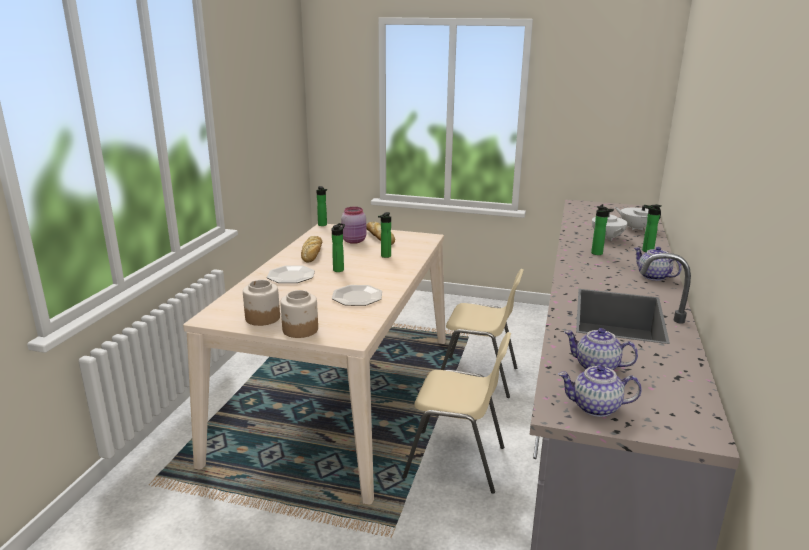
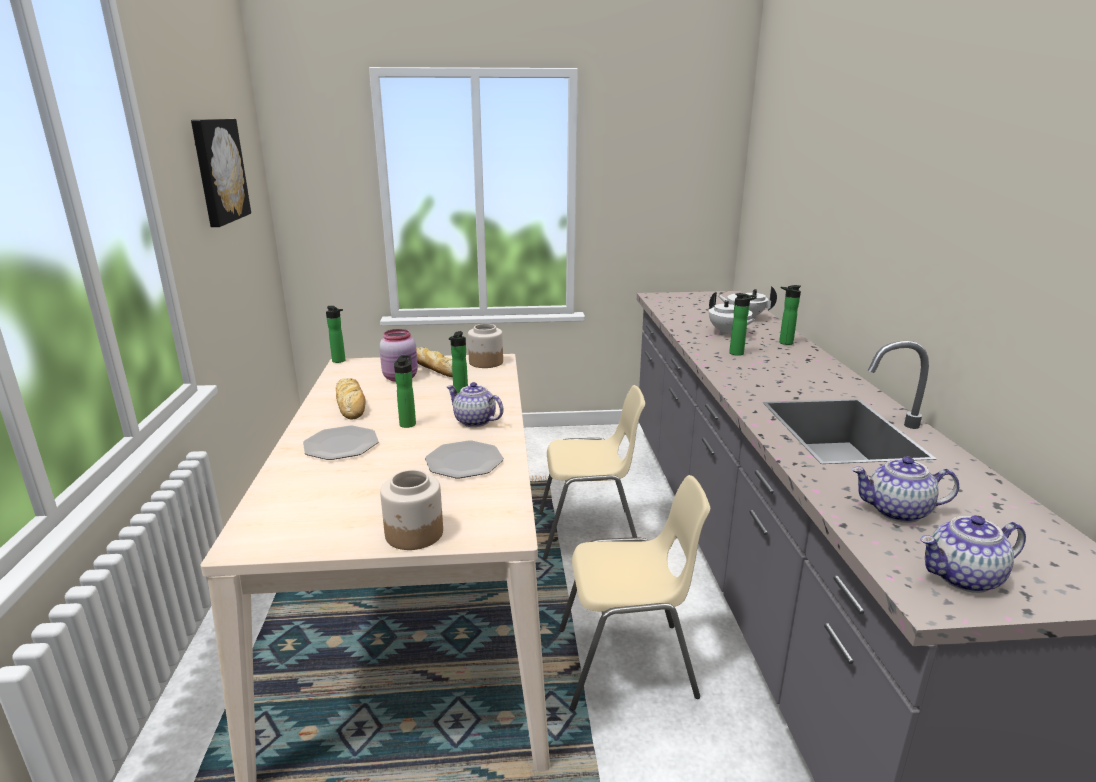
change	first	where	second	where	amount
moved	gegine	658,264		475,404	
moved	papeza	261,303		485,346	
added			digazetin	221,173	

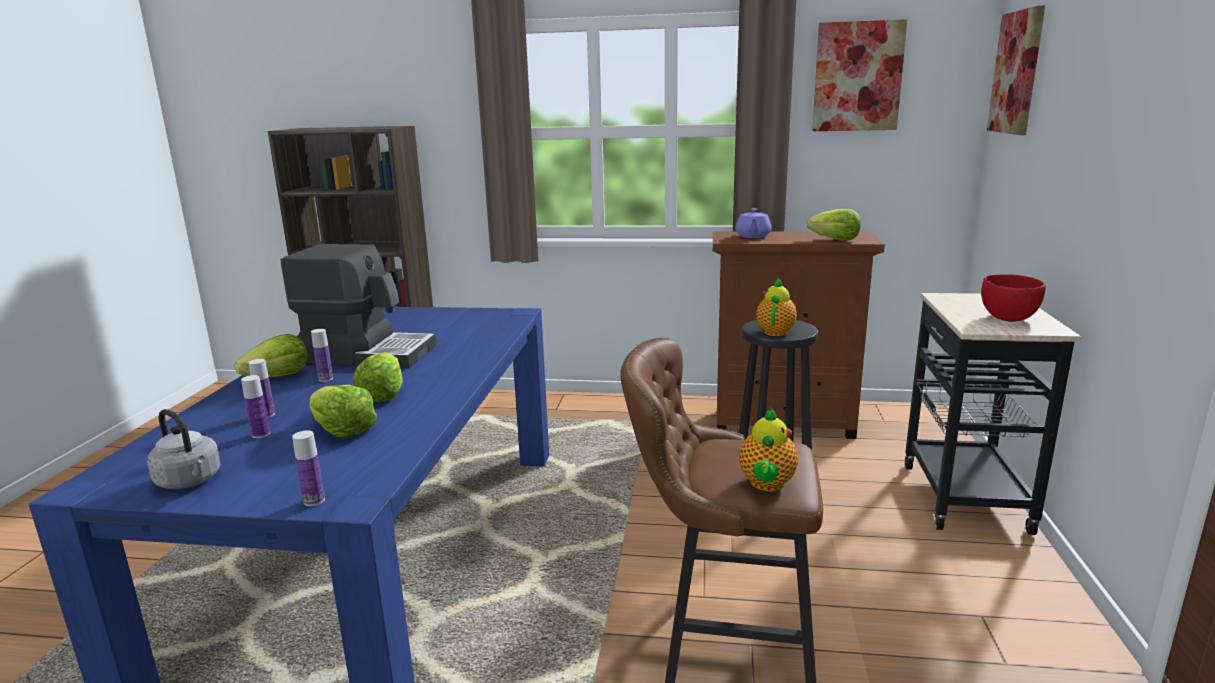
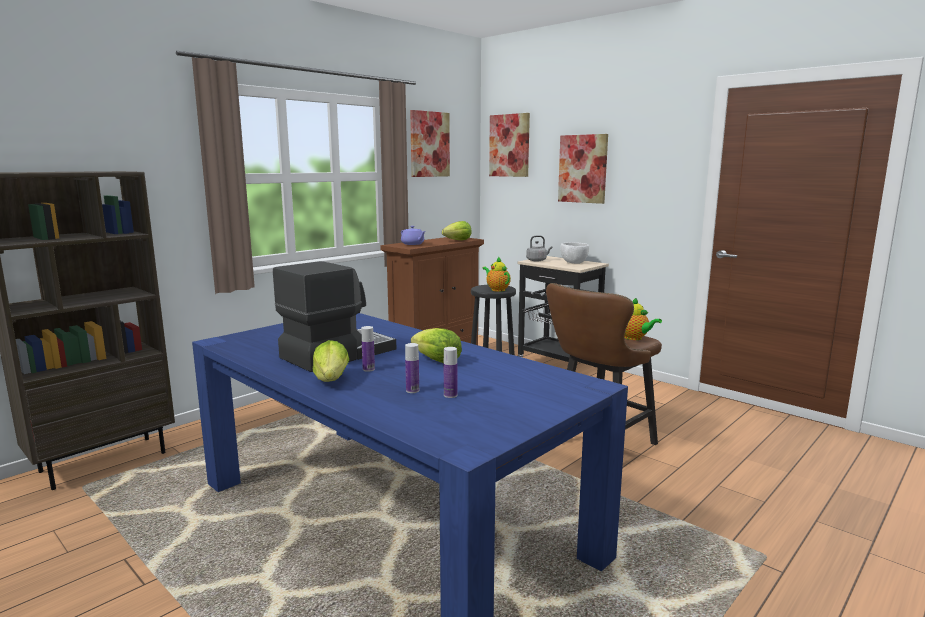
change	first	where	second	where	amount
recoloured	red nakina	1013,298	white nakina	574,253	
removed	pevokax	343,411			
moved	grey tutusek	184,449		539,248	
removed	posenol	308,468			
added			digazetin	583,169	

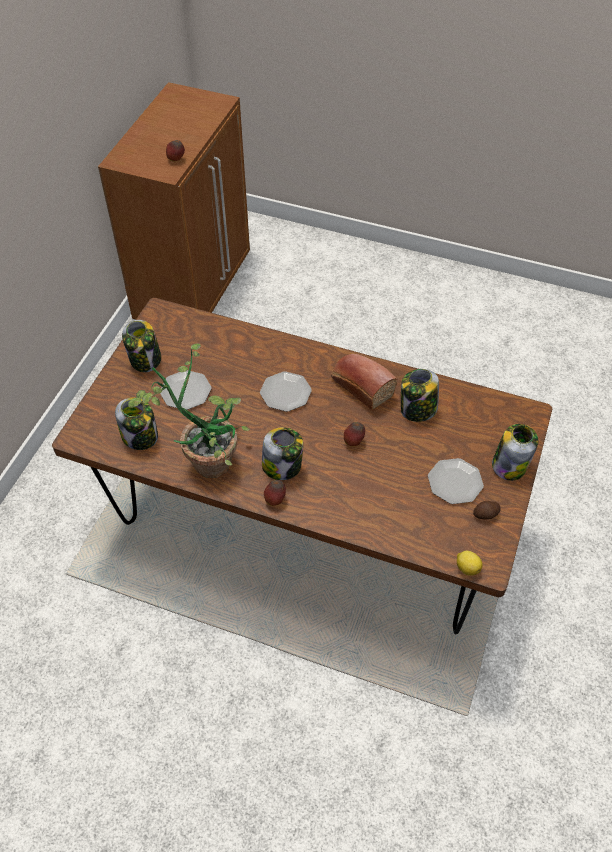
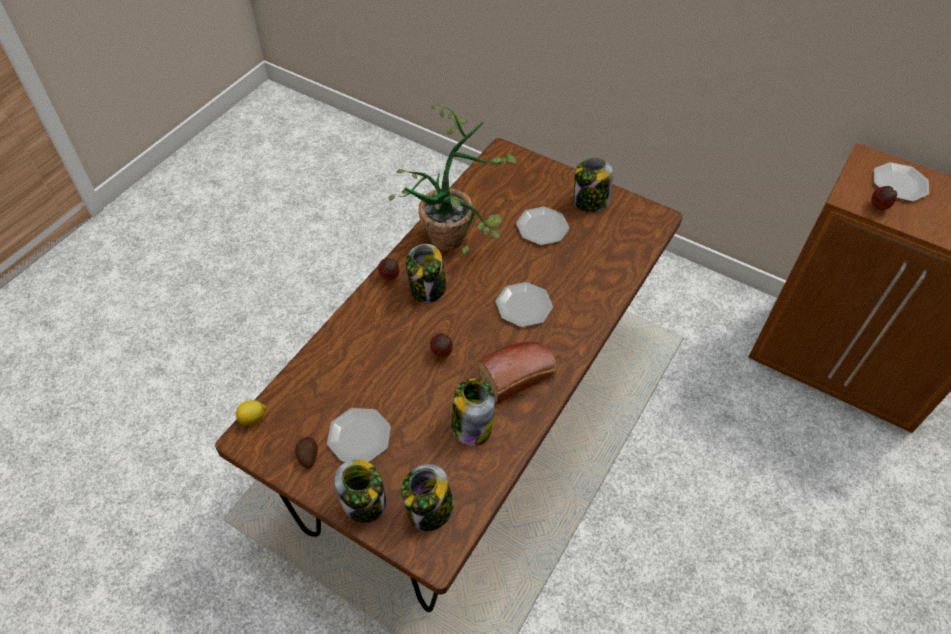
change	first	where	second	where	amount
moved	papeza	136,424		427,497	
added			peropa	901,182	

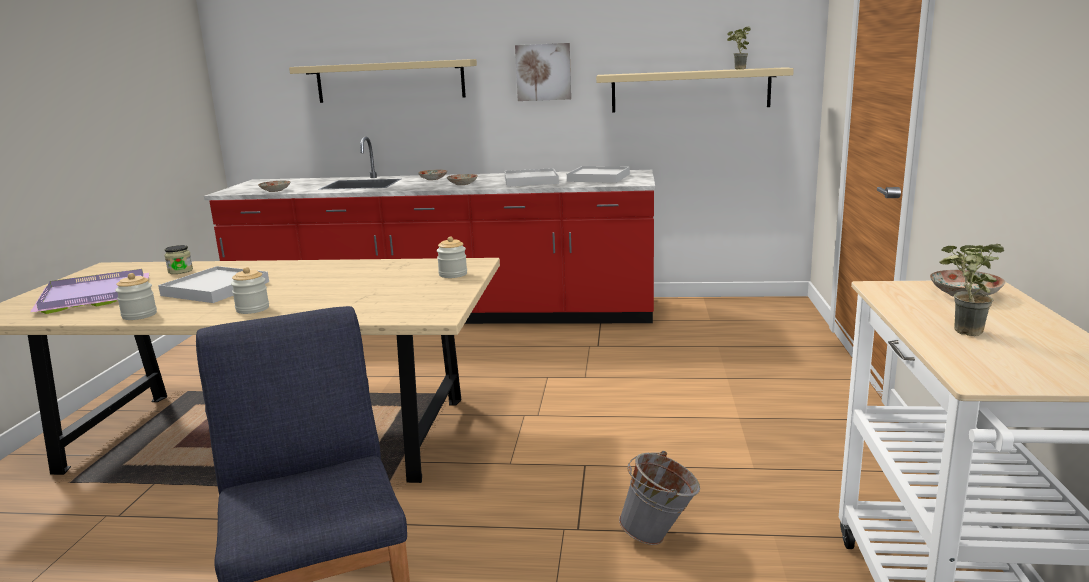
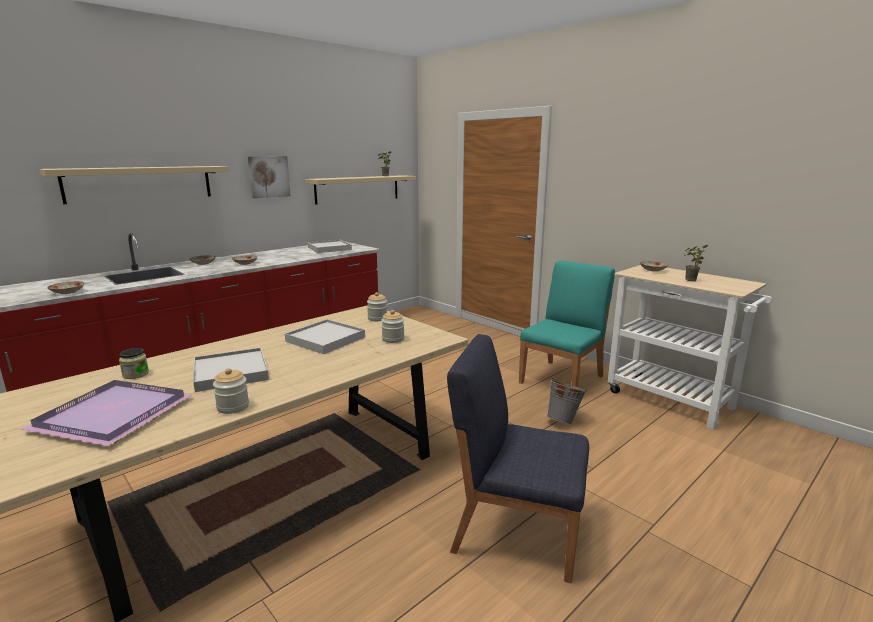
change	first	where	second	where	amount
moved	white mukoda	532,177		325,336	
moved	papeza	250,290		393,326	
added			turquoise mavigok	567,324	

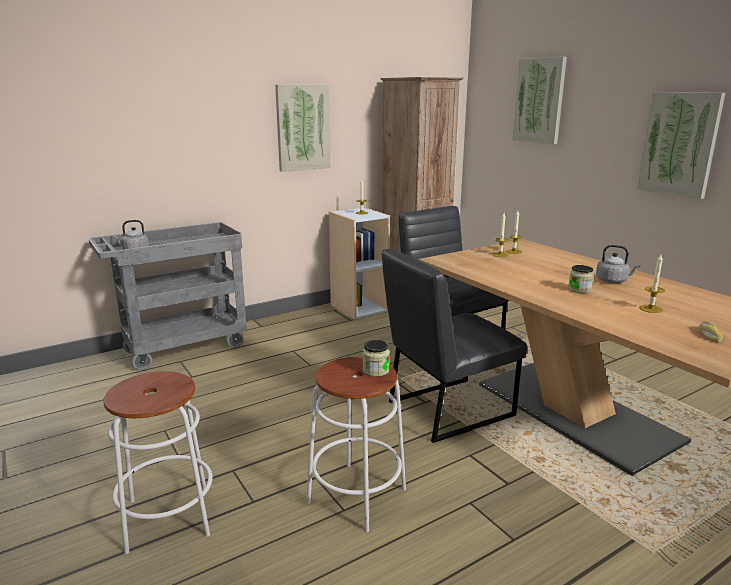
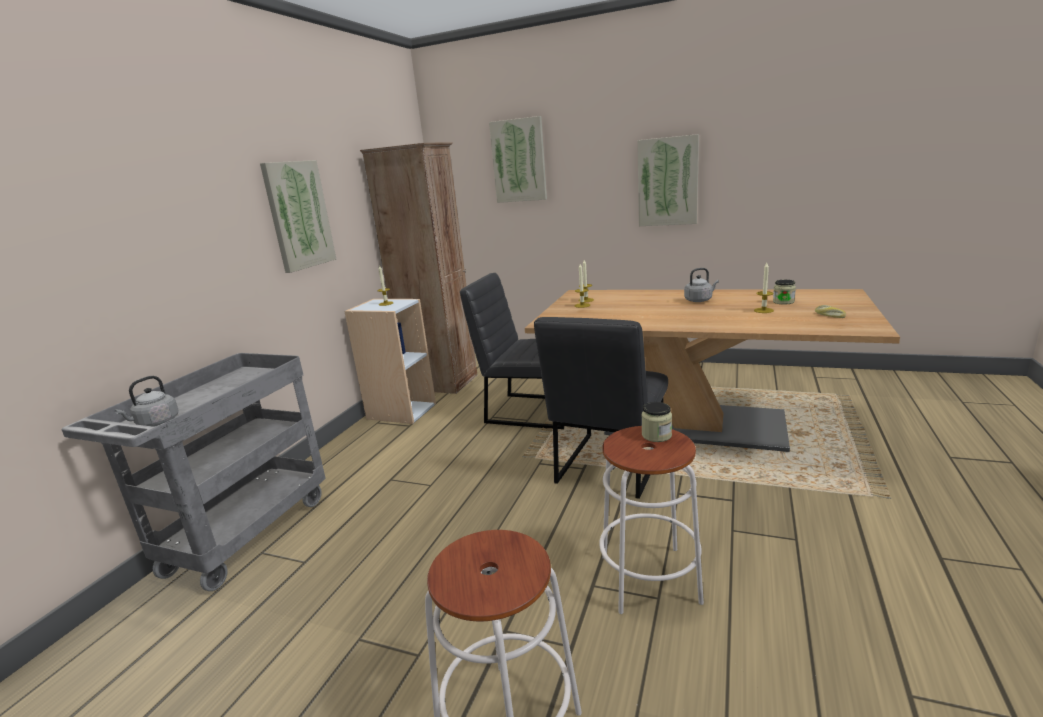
change	first	where	second	where	amount
moved	papeza	581,279		784,292	

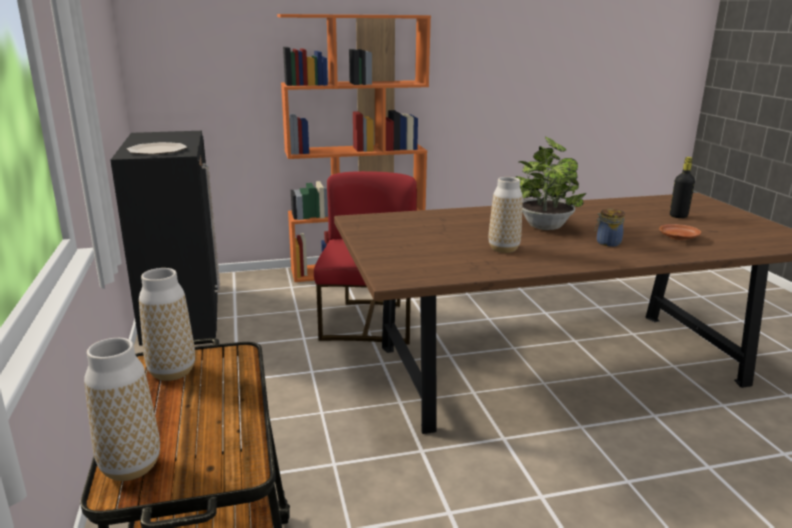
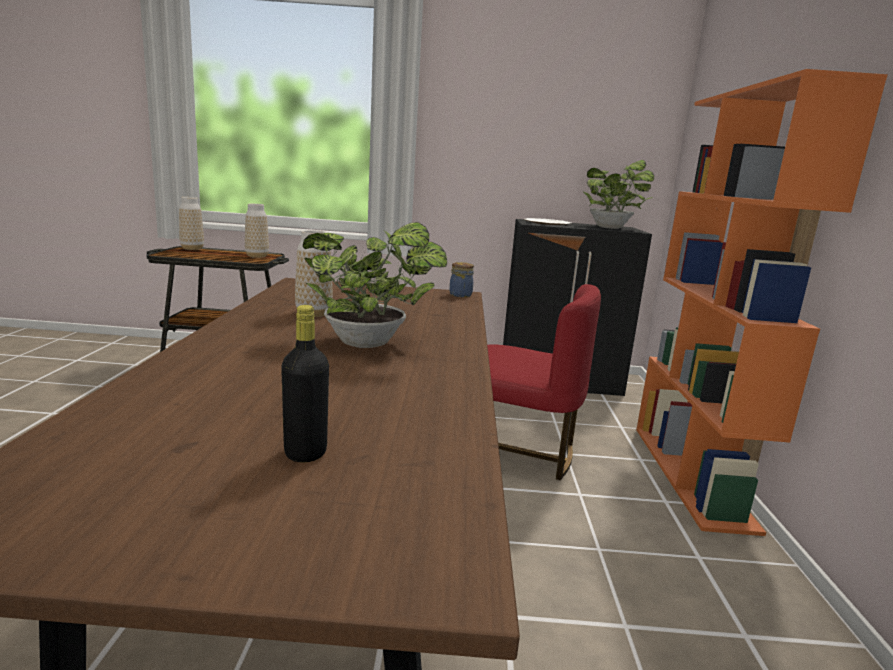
change	first	where	second	where	amount
moved	papeza	610,228		461,279	
removed	brown peropa	680,232			
added			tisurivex	619,194	

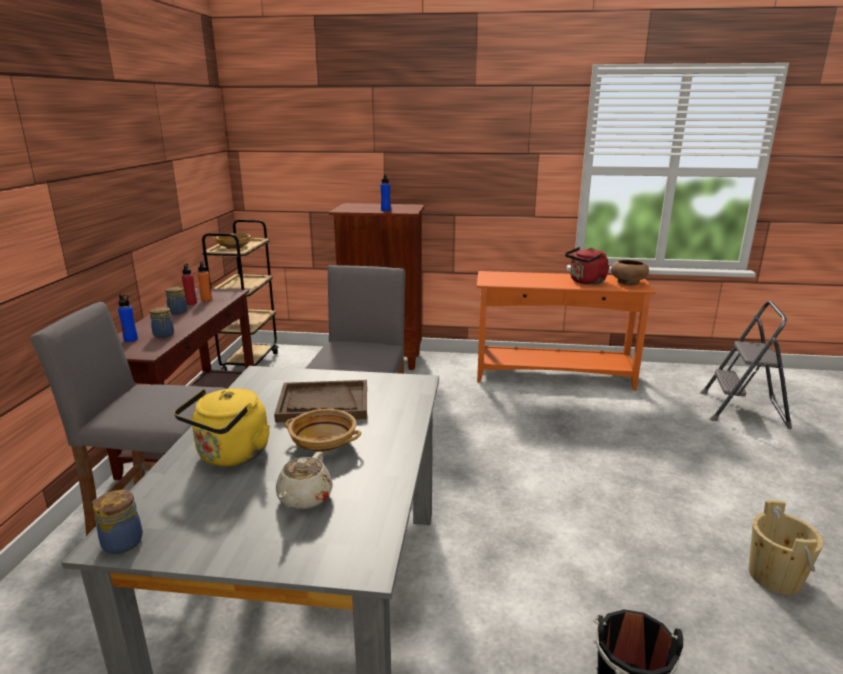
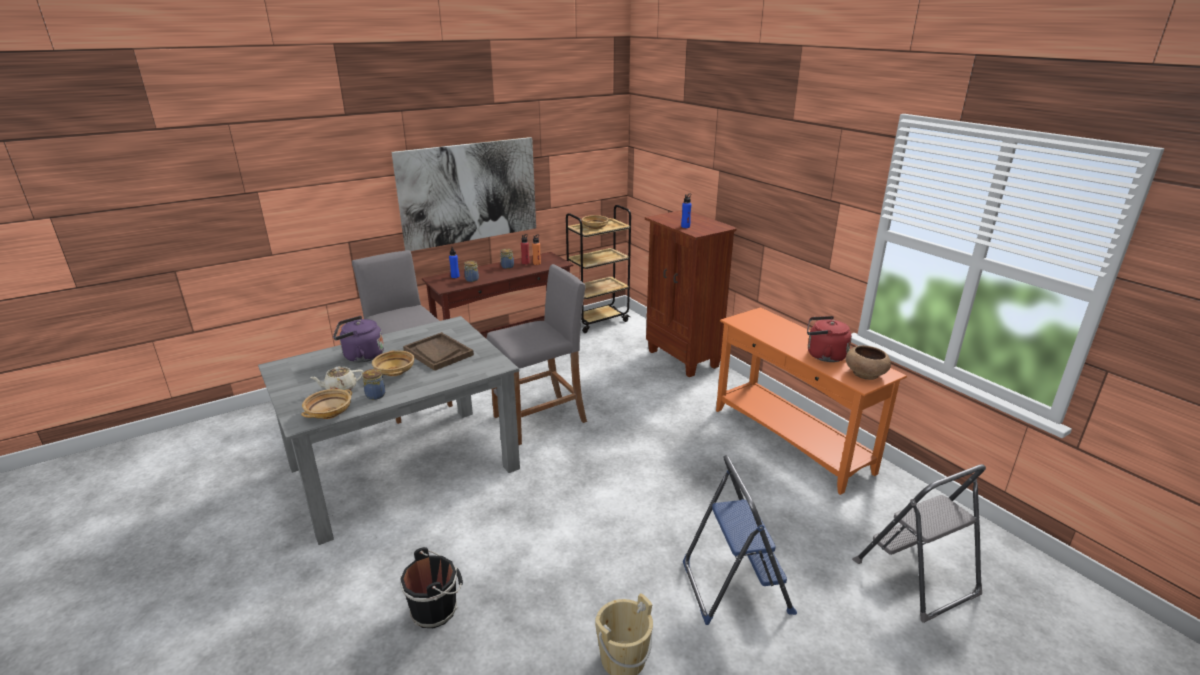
change	first	where	second	where	amount
recoloured	yellow tutusek	222,427	purple tutusek	358,339	
moved	papeza	117,522		373,384	
added			digazetin	463,194	
added			beige nakina	326,404	
added			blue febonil	740,540	

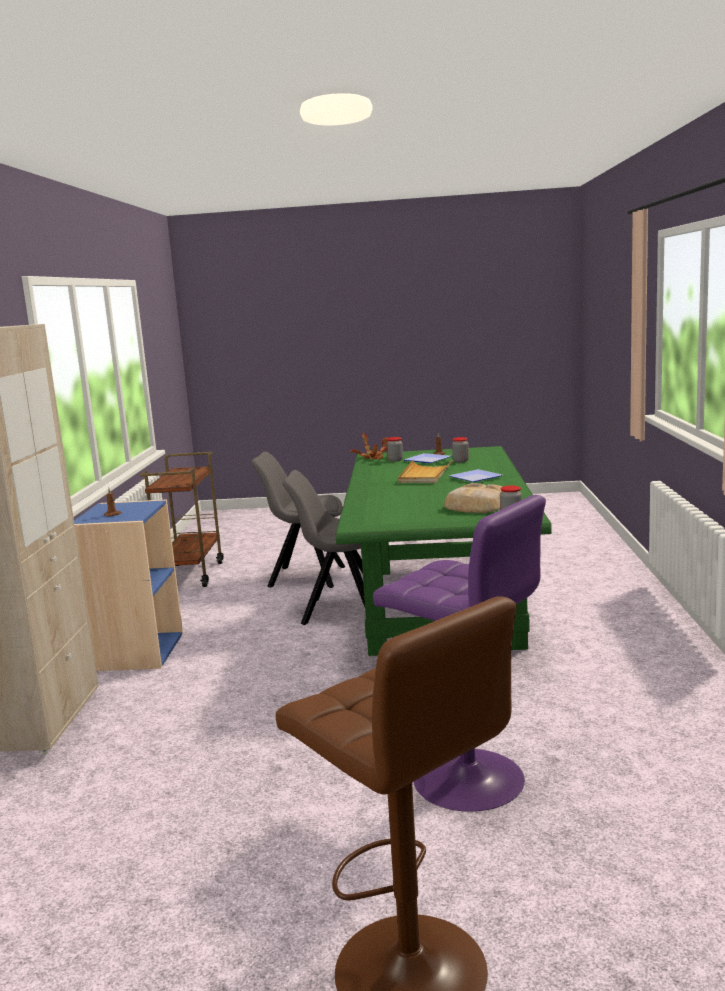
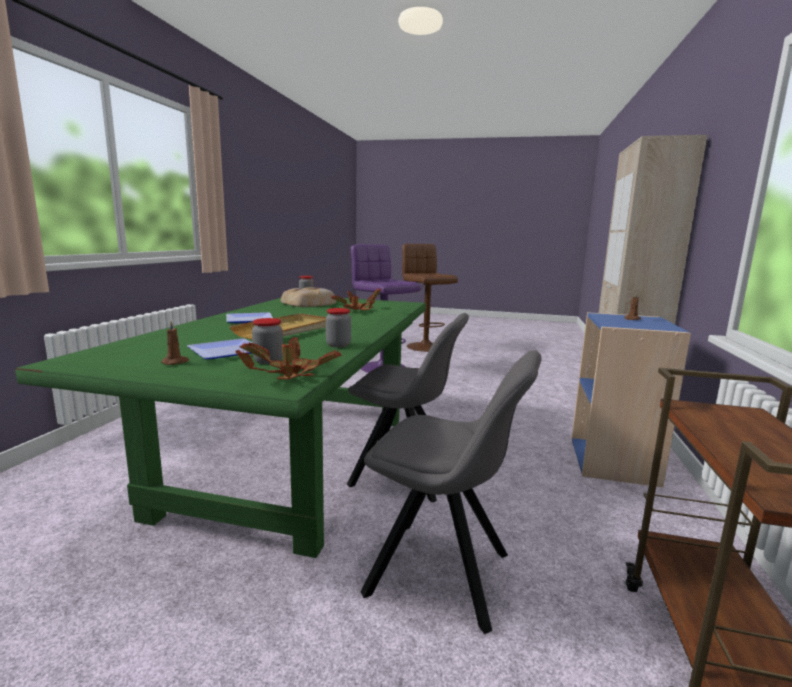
change	first	where	second	where	amount
moved	papeza	460,450		338,328	
added			tisurivex	356,299	

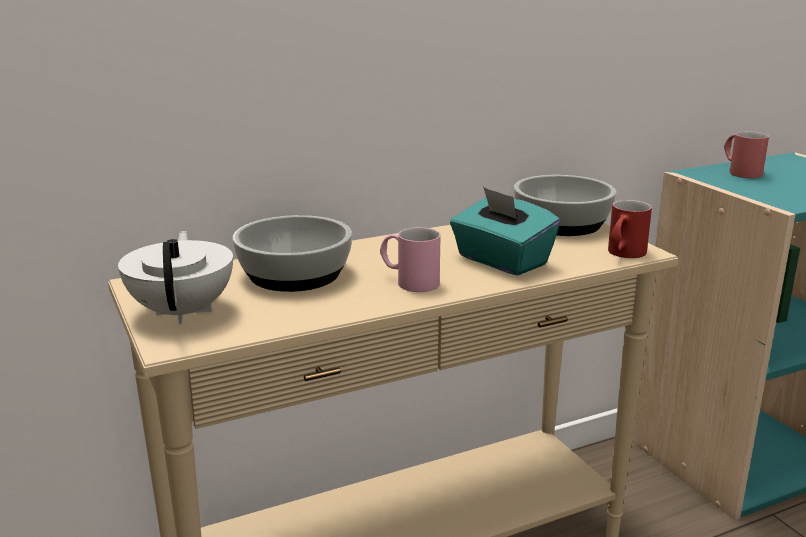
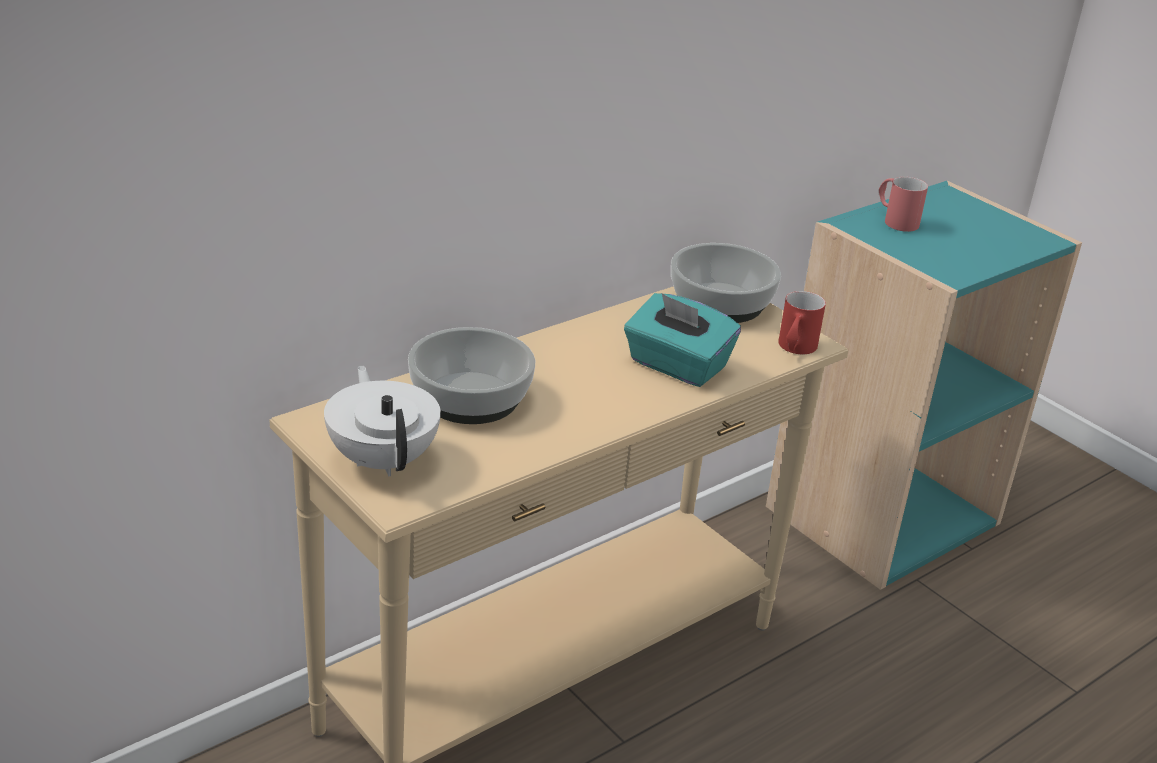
change	first	where	second	where	amount
removed	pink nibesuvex	410,259			

